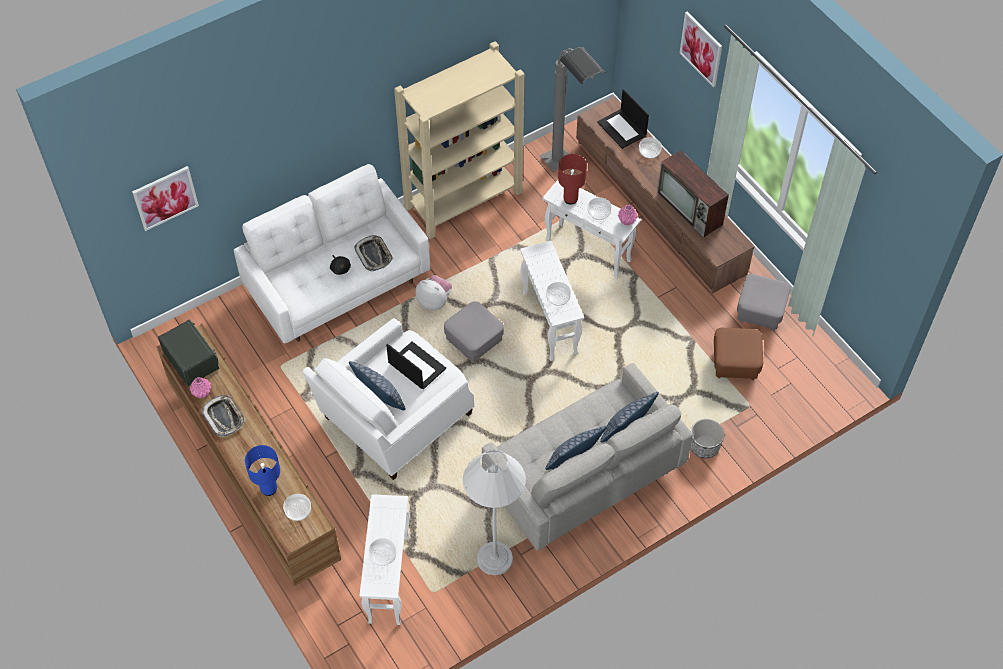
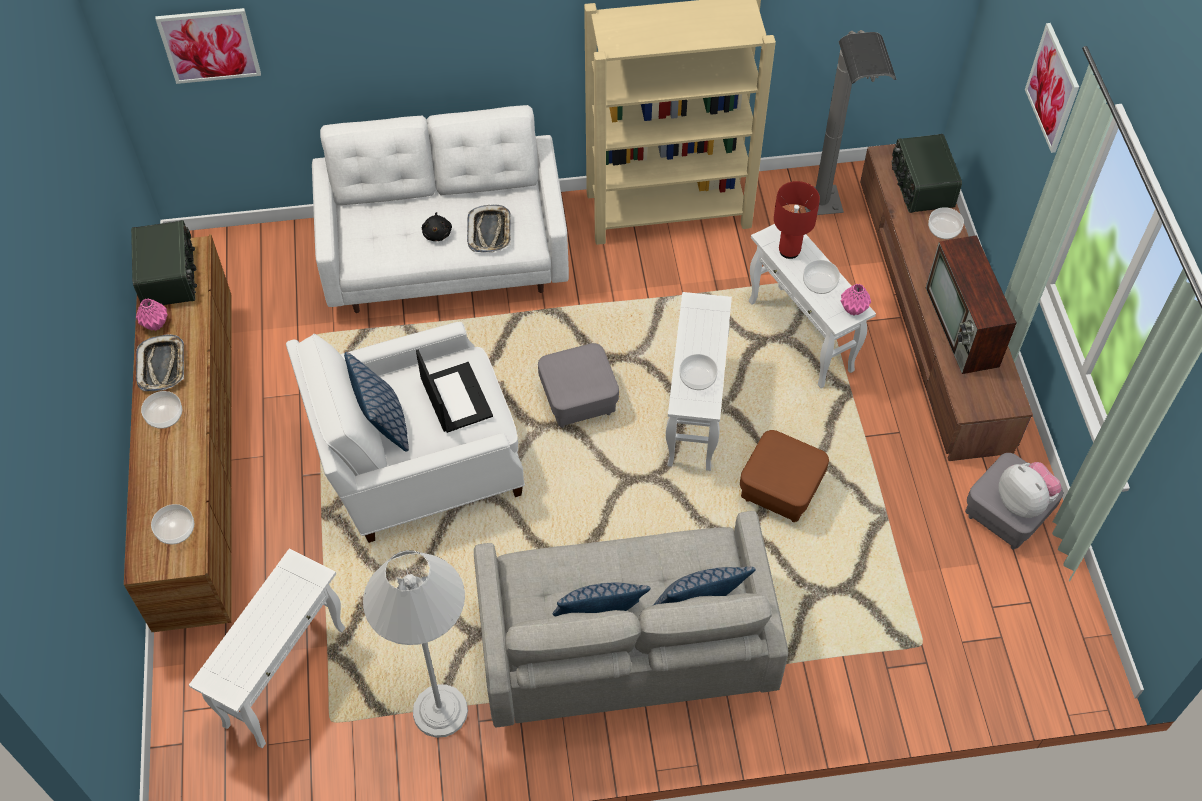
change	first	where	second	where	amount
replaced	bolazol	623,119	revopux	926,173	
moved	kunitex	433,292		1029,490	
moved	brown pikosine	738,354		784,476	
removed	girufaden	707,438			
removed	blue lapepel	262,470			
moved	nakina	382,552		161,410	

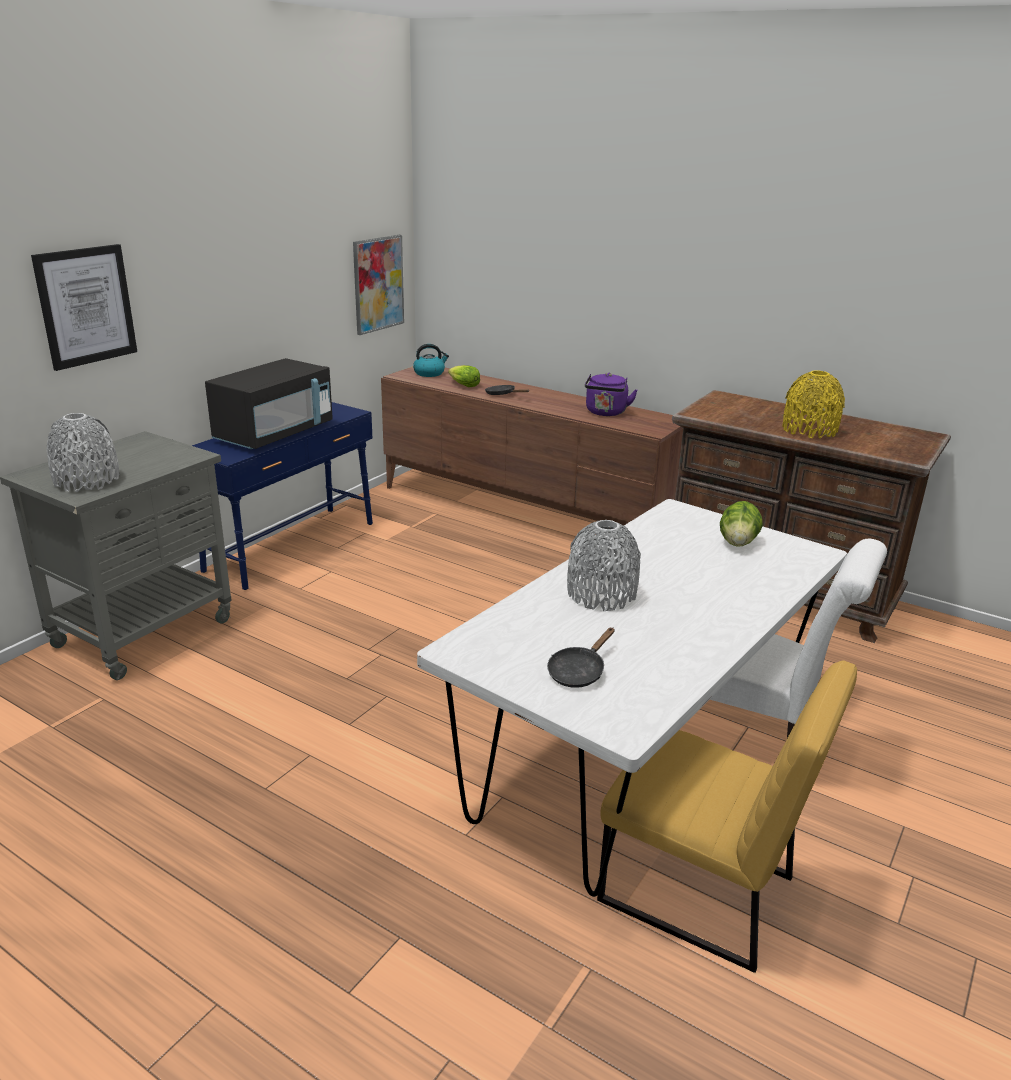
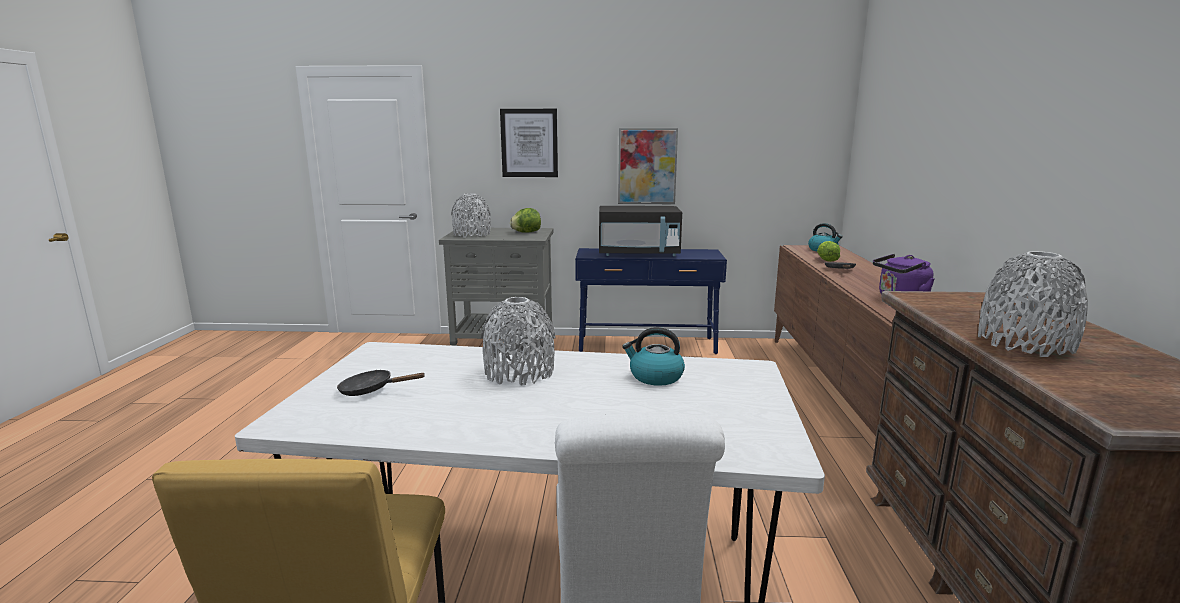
change	first	where	second	where	amount
moved	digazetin	378,285		648,166	
recoloured	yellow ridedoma	813,405	grey ridedoma	1033,304	
moved	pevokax	741,524		525,220	
added			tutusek	653,356	

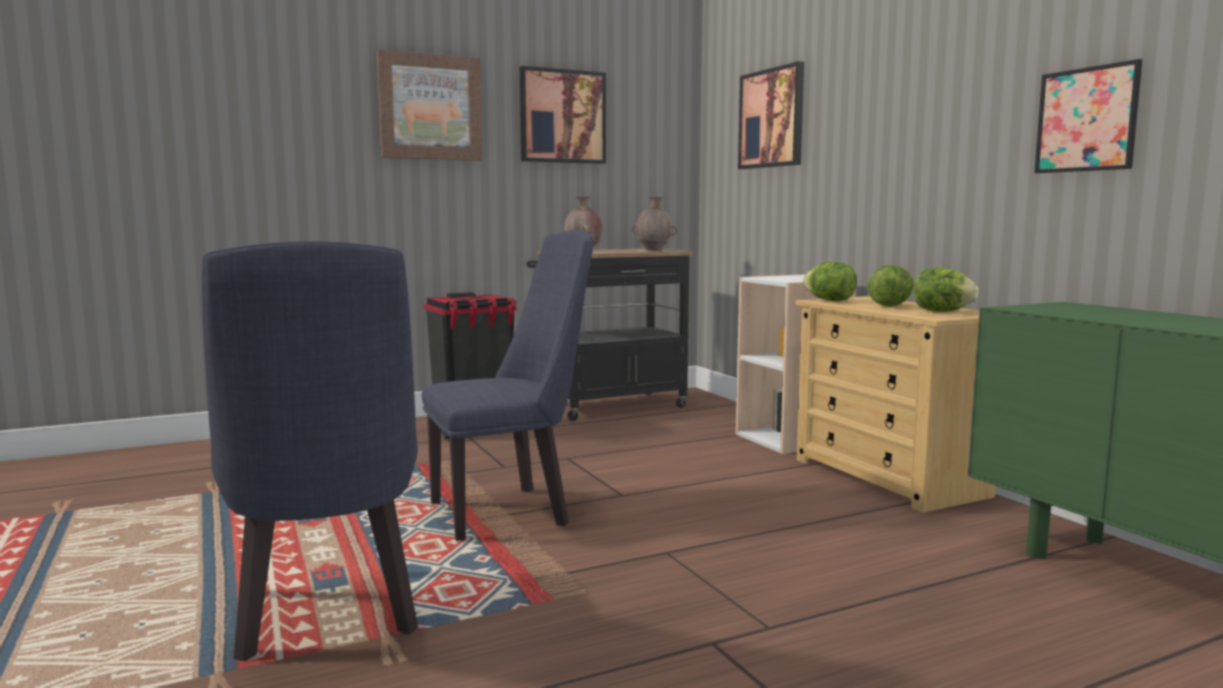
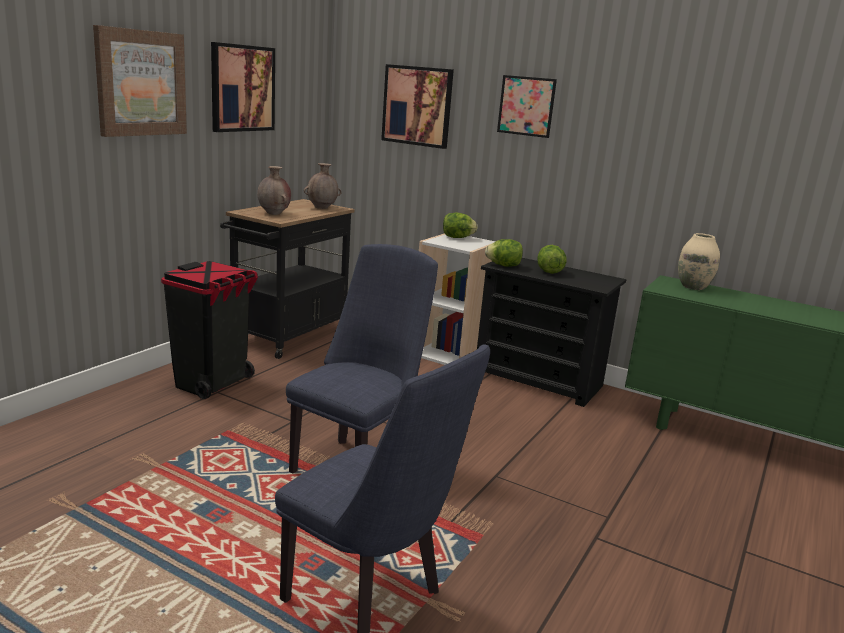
change	first	where	second	where	amount
moved	digazetin	1088,116		527,106	
moved	pevokax	946,290		460,225	
recoloured	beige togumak	895,404	black togumak	551,332	
added			beige ridedoma	699,261	

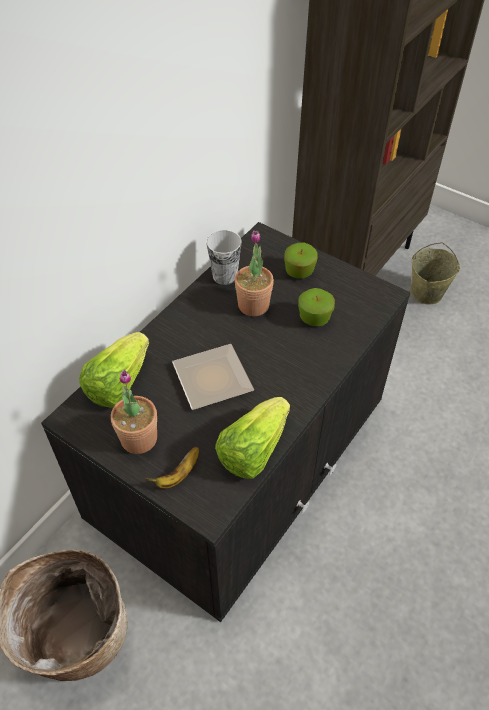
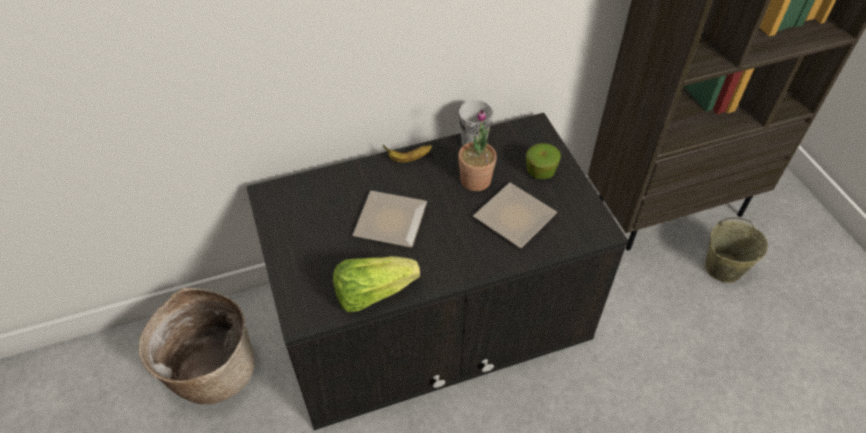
change	first	where	second	where	amount
replaced	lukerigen	316,307	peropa	515,215	
removed	pevokax	114,370			
removed	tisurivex	134,412			
moved	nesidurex	172,468		407,154	

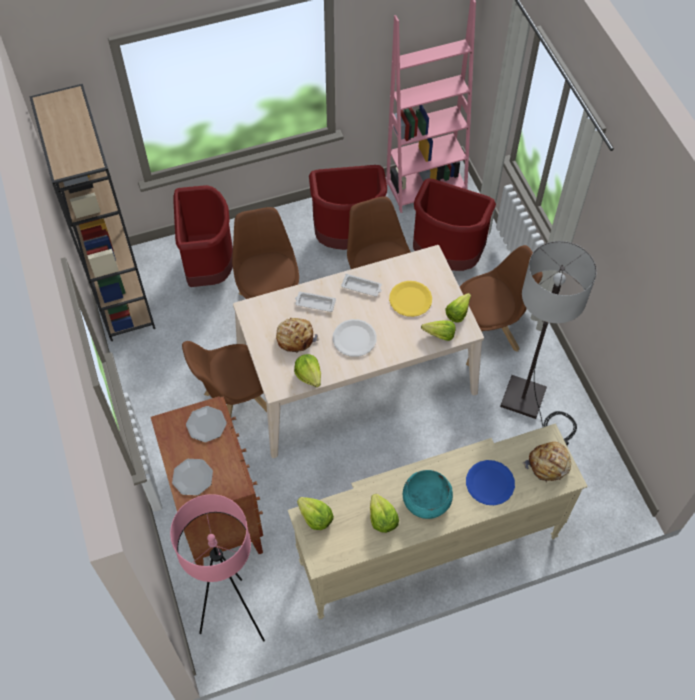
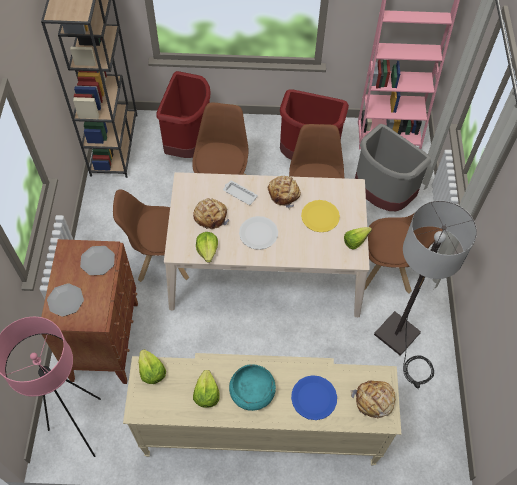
change	first	where	second	where	amount
recoloured	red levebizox	454,224	grey levebizox	393,167	
replaced	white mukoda	361,285	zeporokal	284,192	
removed	pevokax	438,330			

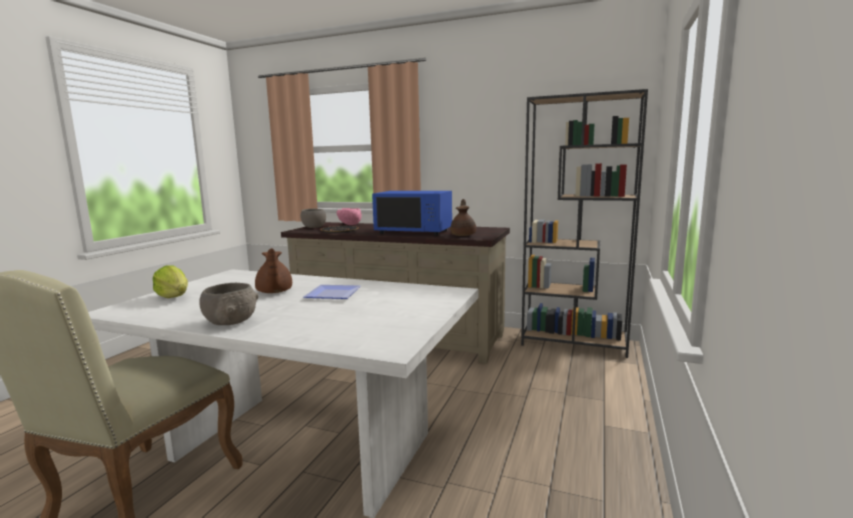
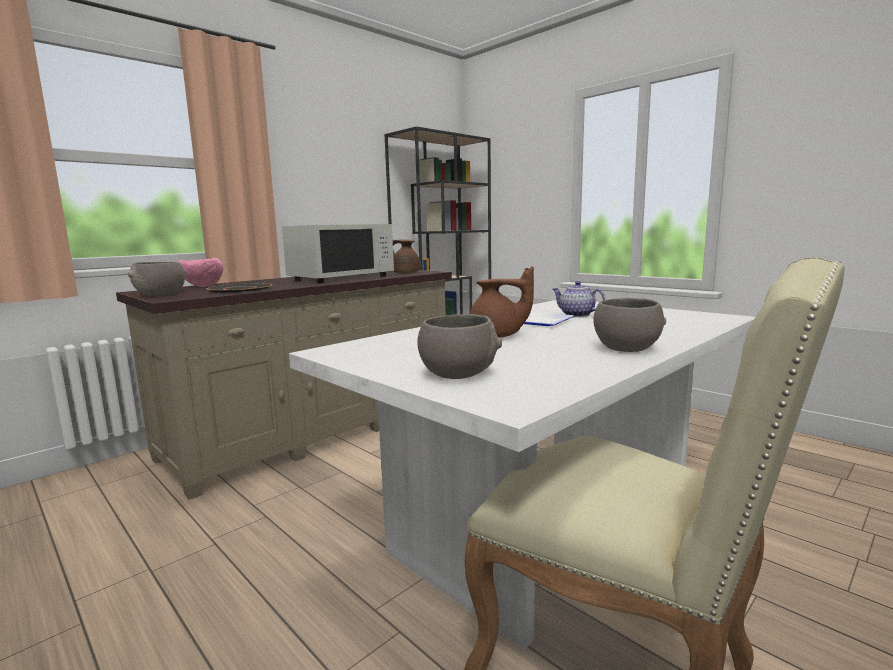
change	first	where	second	where	amount
recoloured	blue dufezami	412,213	white dufezami	338,253	
replaced	pevokax	170,281	grey nakina	459,346	
added			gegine	579,299	

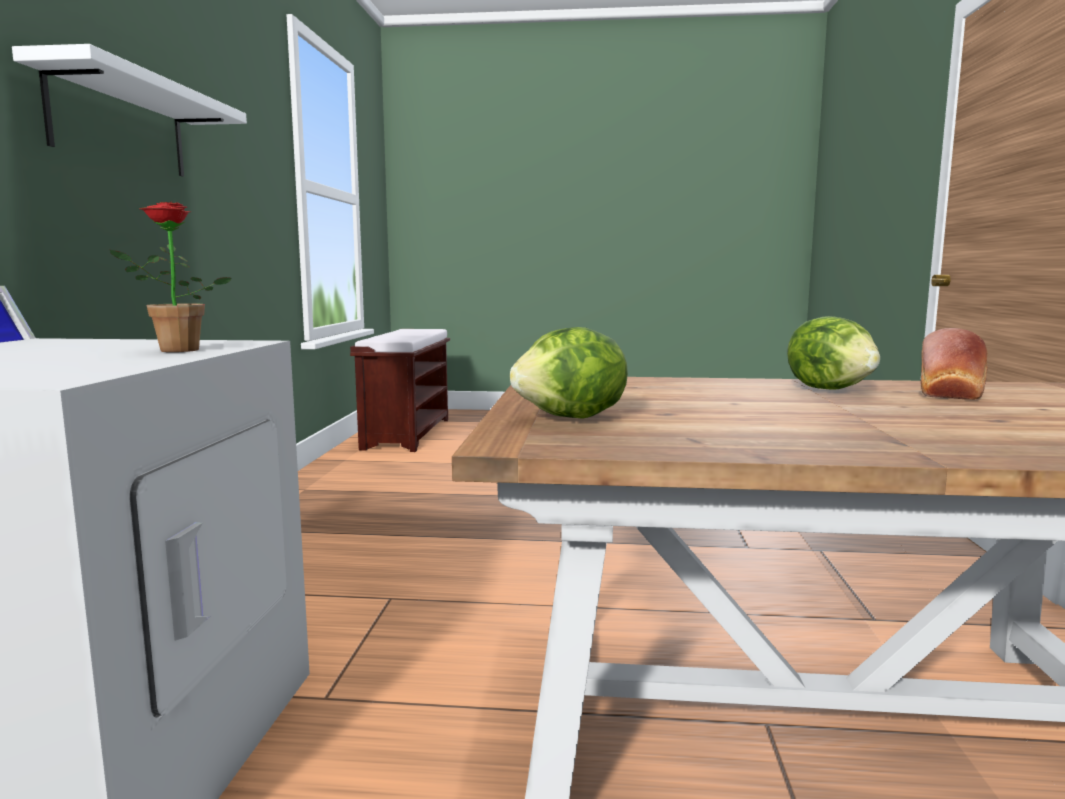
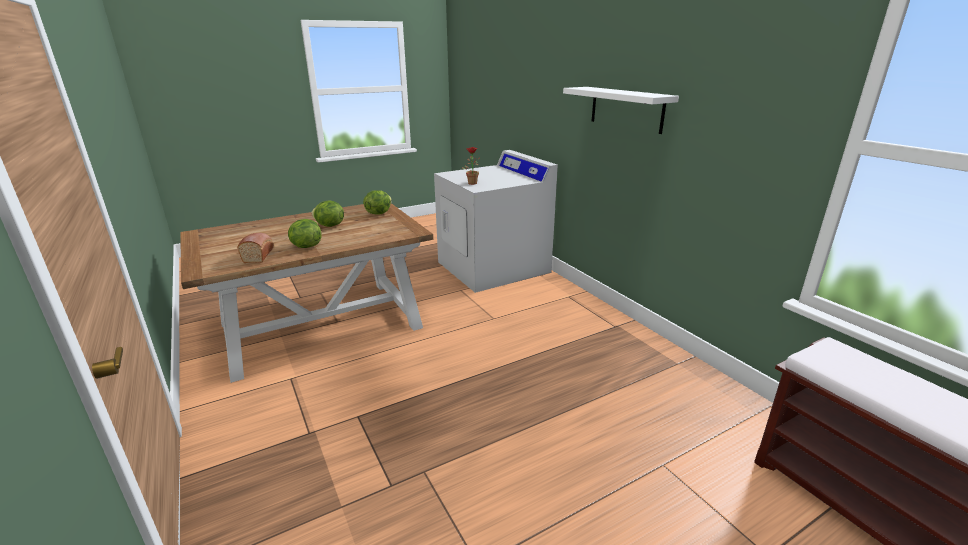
change	first	where	second	where	amount
added			pevokax	328,214	

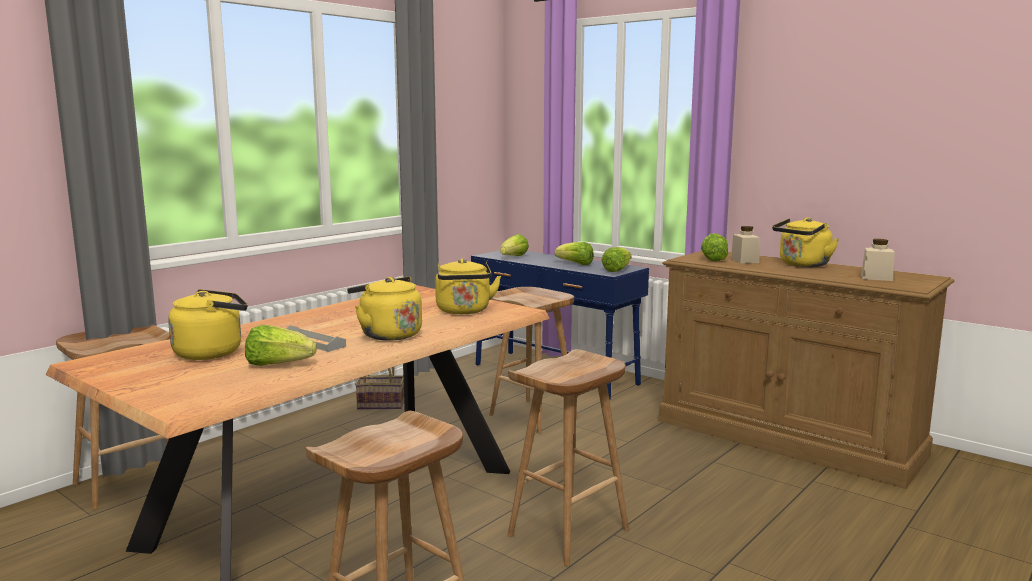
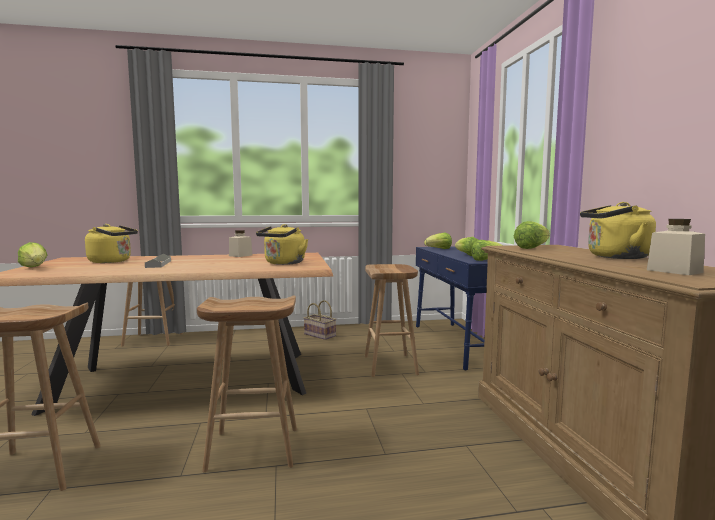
change	first	where	second	where	amount
moved	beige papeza	745,245		240,243	
removed	yellow tutusek	384,309			
moved	pevokax	281,345		32,254	

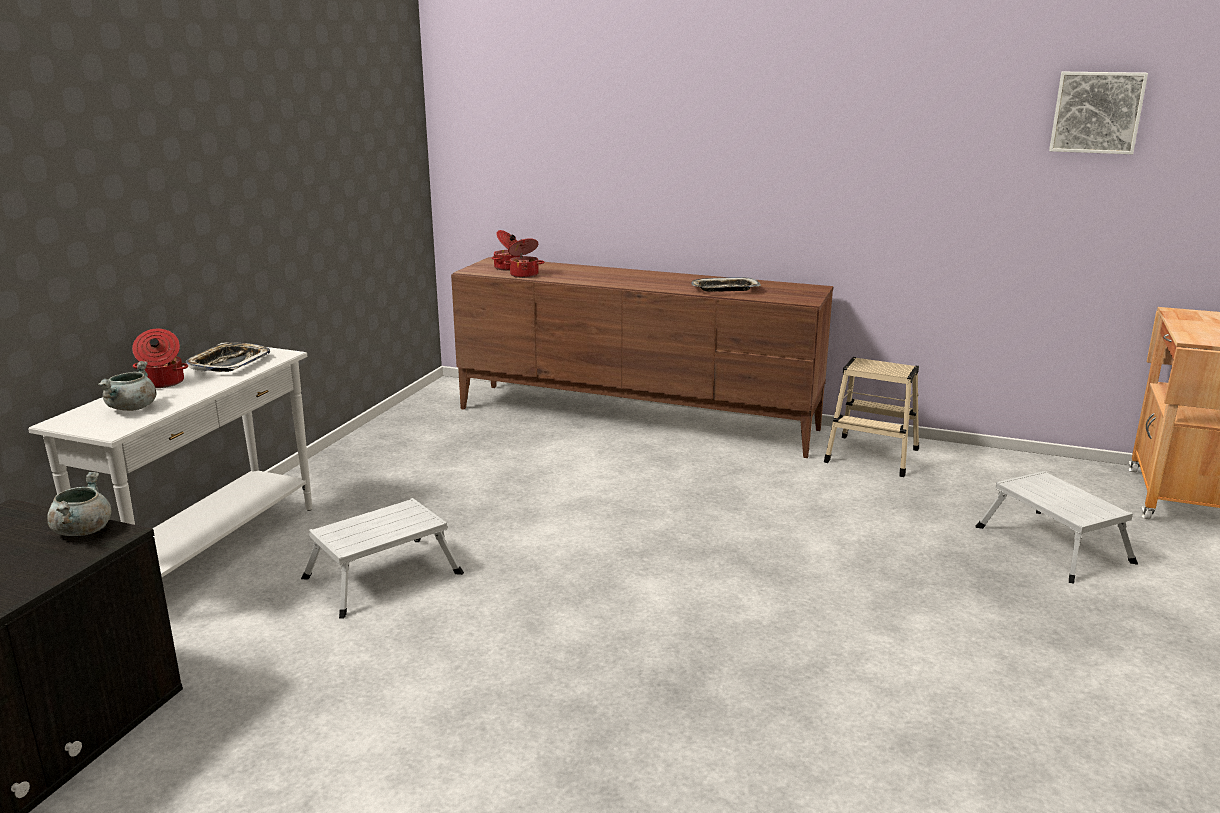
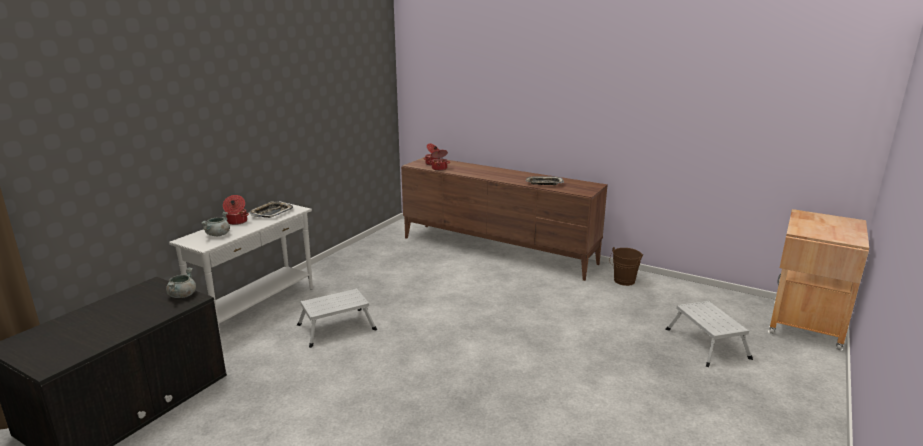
change	first	where	second	where	amount
removed	digazetin	1098,113			
replaced	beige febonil	871,417	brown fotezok	626,266	

